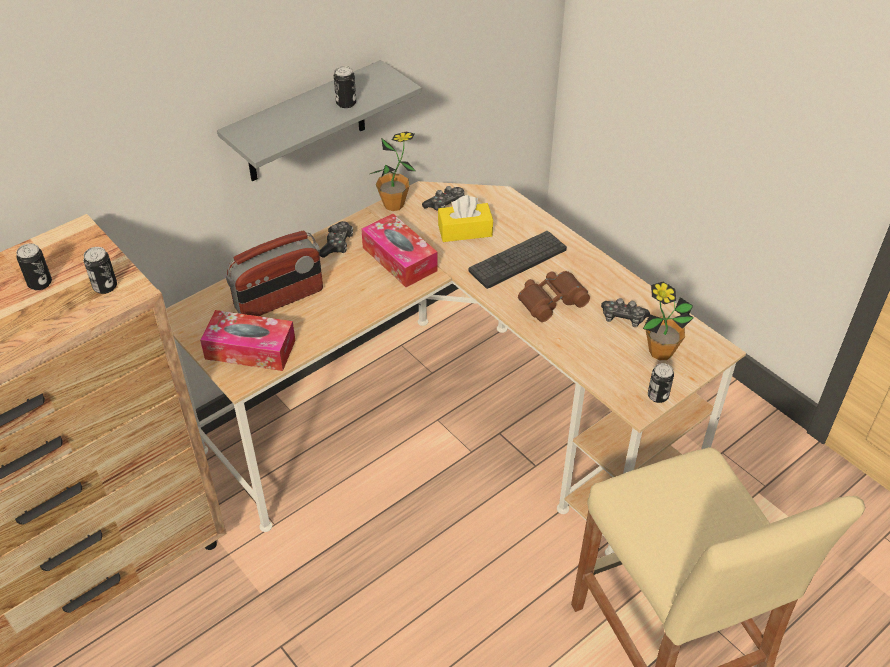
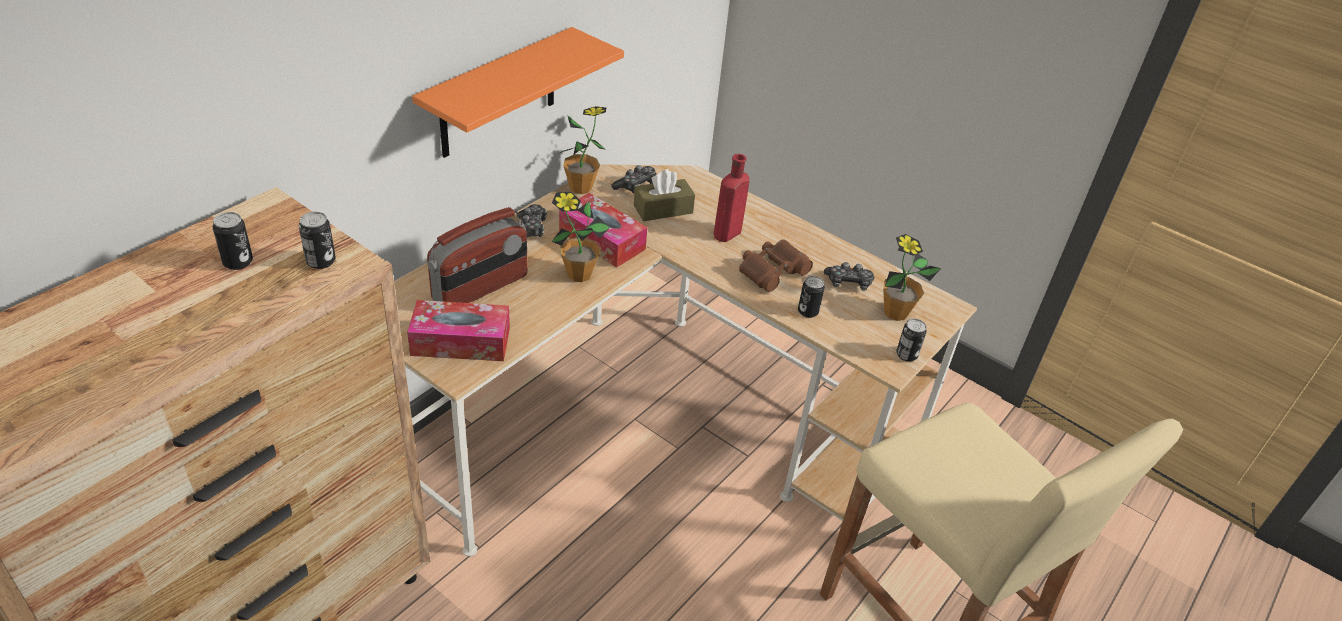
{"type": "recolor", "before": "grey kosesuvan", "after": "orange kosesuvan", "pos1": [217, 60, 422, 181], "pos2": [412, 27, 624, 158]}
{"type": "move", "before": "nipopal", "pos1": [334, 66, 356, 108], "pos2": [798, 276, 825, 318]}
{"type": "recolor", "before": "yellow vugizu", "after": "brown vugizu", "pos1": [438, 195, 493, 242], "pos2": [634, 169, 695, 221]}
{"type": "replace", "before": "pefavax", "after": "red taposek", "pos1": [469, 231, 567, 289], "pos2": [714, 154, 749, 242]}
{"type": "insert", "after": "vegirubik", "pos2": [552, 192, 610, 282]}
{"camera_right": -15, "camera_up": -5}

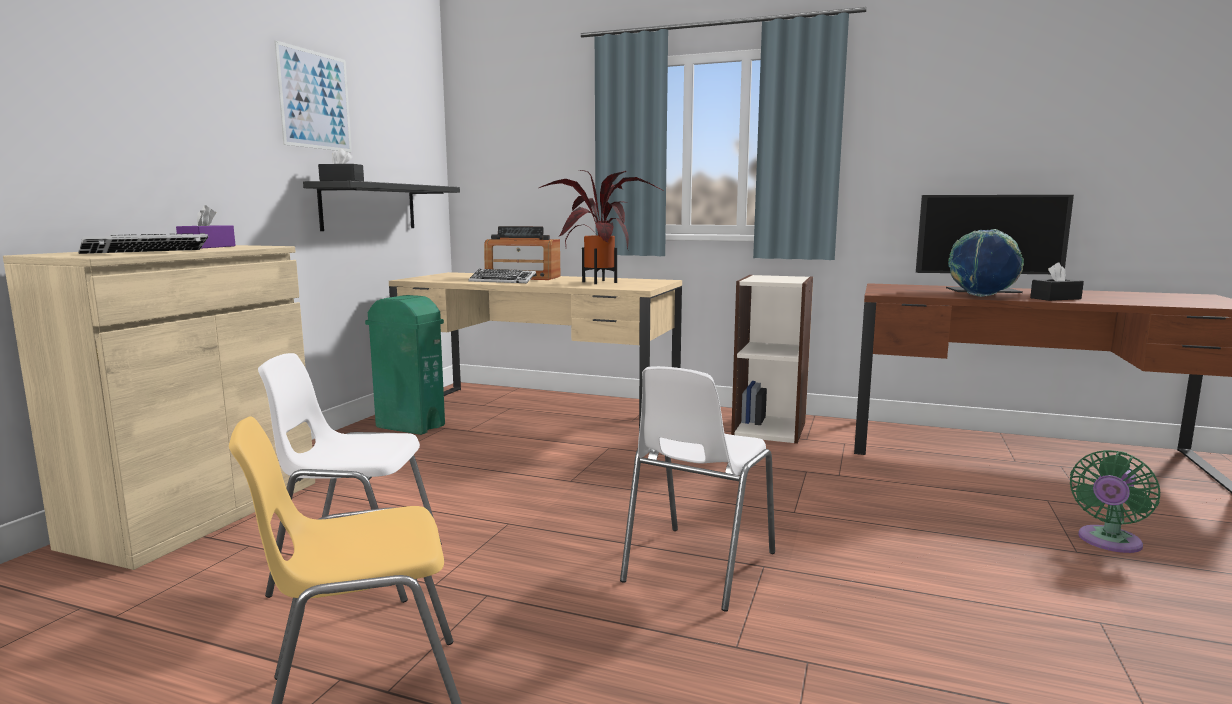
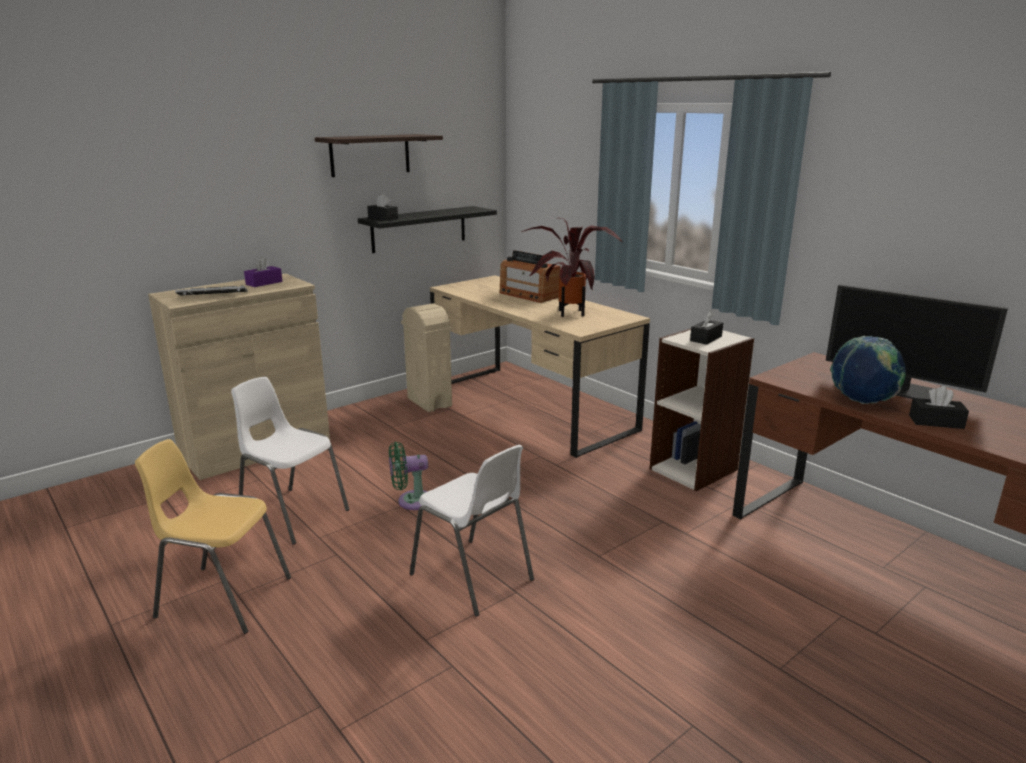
{"type": "replace", "before": "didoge", "after": "kosesuvan", "pos1": [274, 40, 352, 152], "pos2": [315, 134, 443, 177]}
{"type": "delete", "before": "pefavax", "pos1": [468, 269, 536, 283]}
{"type": "recolor", "before": "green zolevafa", "after": "beige zolevafa", "pos1": [365, 295, 445, 435], "pos2": [401, 303, 452, 412]}
{"type": "rotate", "before": "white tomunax", "pos1": [620, 366, 775, 611], "pos2": [410, 445, 534, 617], "turn": -105}
{"type": "move", "before": "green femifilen", "pos1": [1070, 450, 1160, 553], "pos2": [389, 442, 428, 510]}
{"type": "insert", "after": "black vugizu", "pos2": [690, 311, 723, 345]}
{"camera_right": 30, "camera_up": 10}

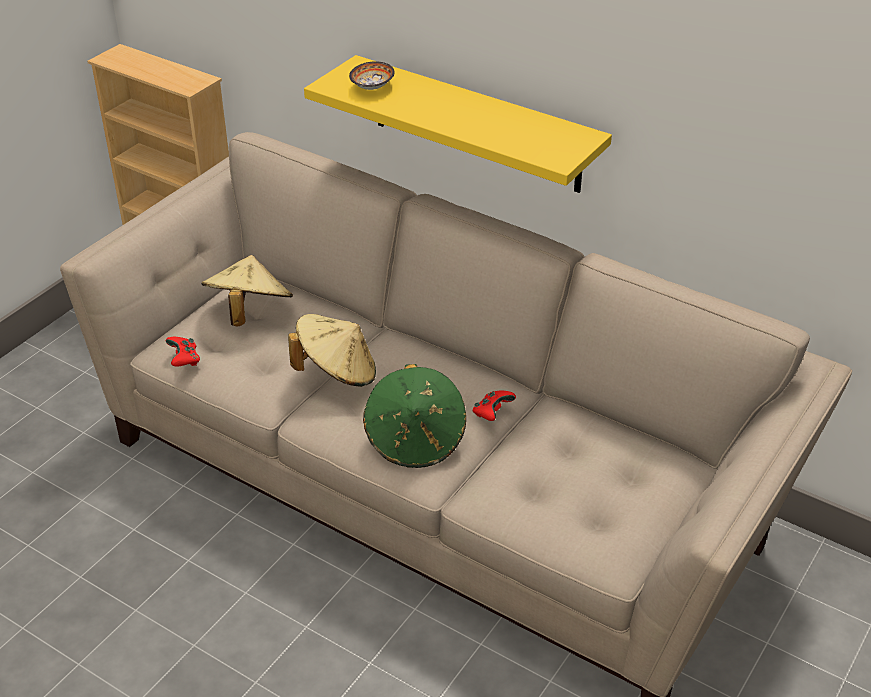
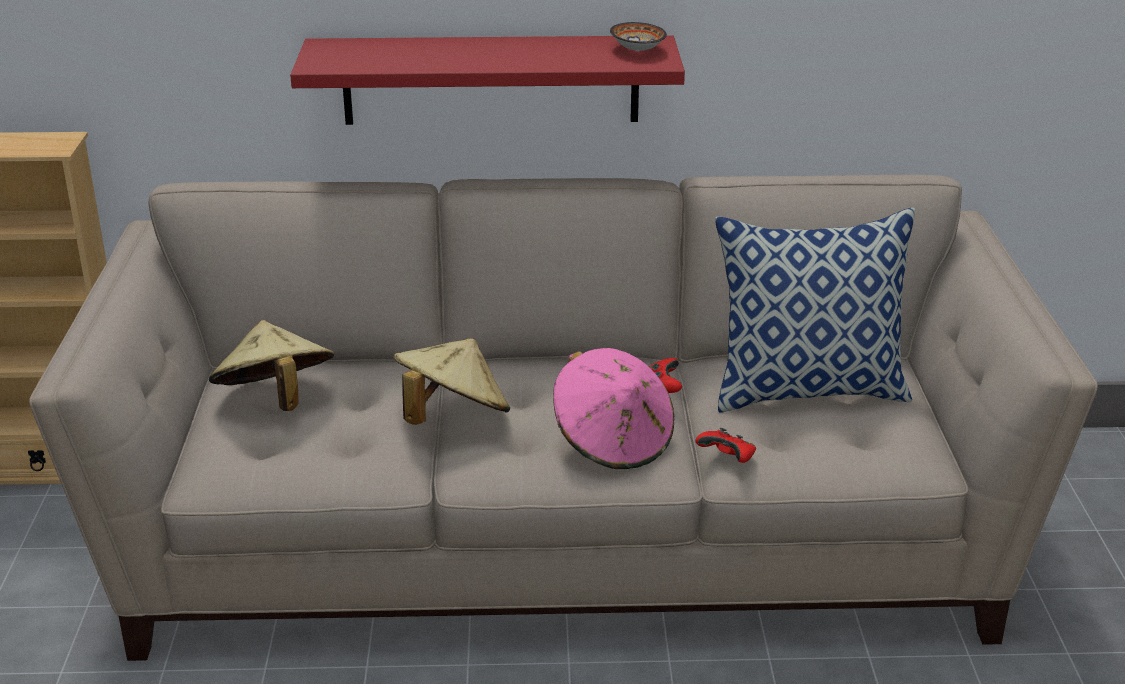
{"type": "recolor", "before": "yellow kosesuvan", "after": "red kosesuvan", "pos1": [304, 55, 612, 193], "pos2": [290, 35, 685, 125]}
{"type": "move", "before": "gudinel", "pos1": [349, 61, 395, 90], "pos2": [610, 22, 667, 51]}
{"type": "move", "before": "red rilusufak", "pos1": [166, 337, 200, 367], "pos2": [695, 428, 756, 463]}
{"type": "recolor", "before": "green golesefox", "after": "pink golesefox", "pos1": [363, 364, 466, 468], "pos2": [553, 348, 674, 469]}
{"type": "insert", "after": "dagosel", "pos2": [715, 208, 915, 413]}
{"camera_right": -35, "camera_up": -10}

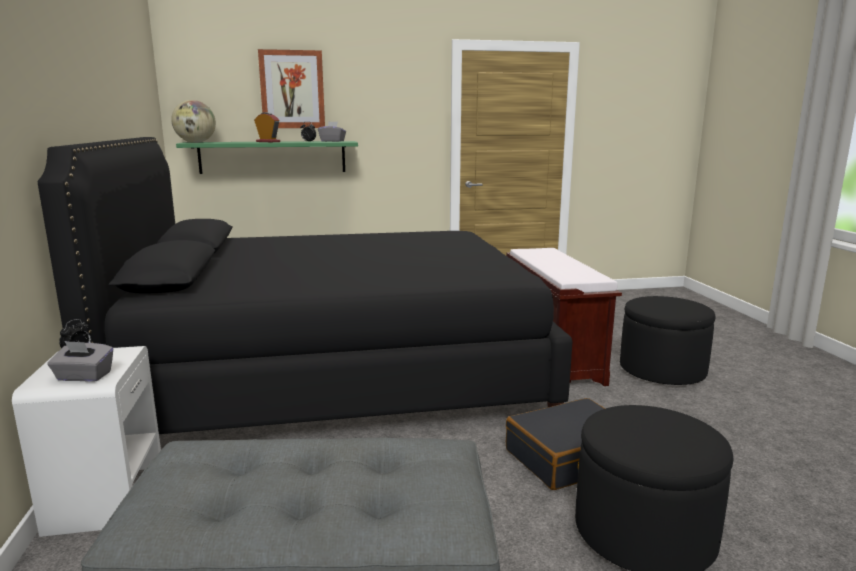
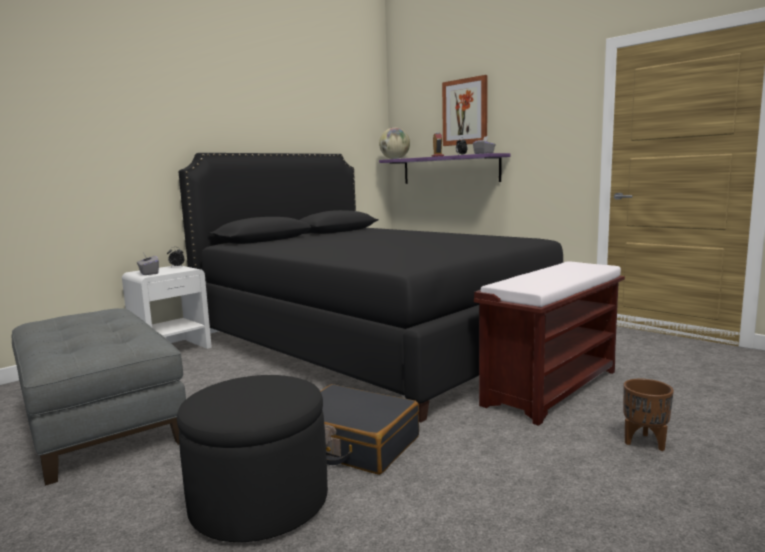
{"type": "recolor", "before": "green kosesuvan", "after": "purple kosesuvan", "pos1": [176, 141, 358, 174], "pos2": [379, 153, 511, 184]}
{"type": "replace", "before": "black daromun", "after": "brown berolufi", "pos1": [620, 296, 716, 385], "pos2": [624, 379, 674, 451]}
{"camera_right": 55, "camera_up": -5}

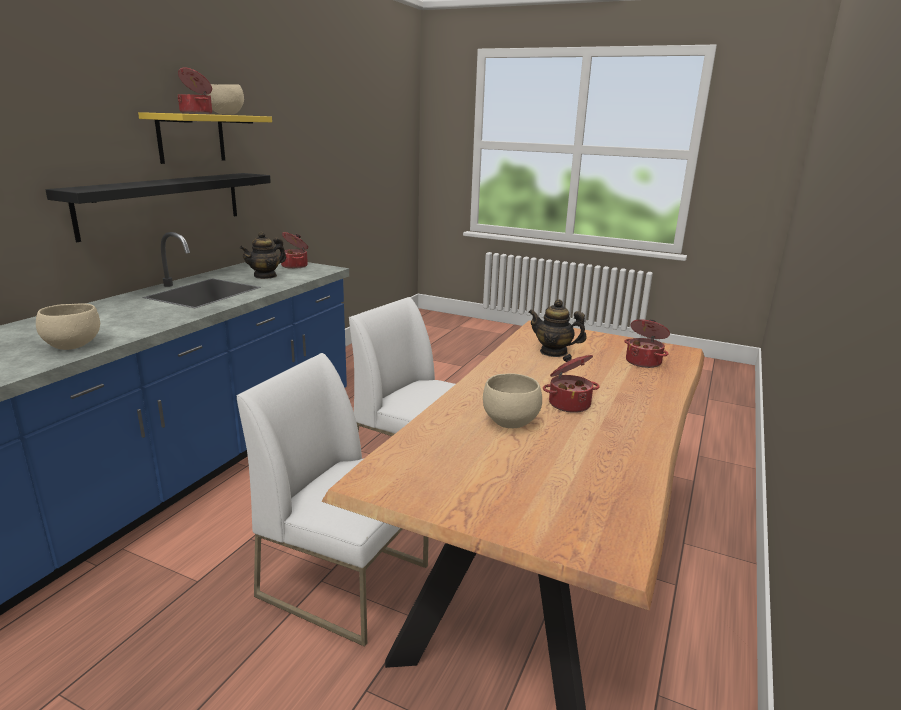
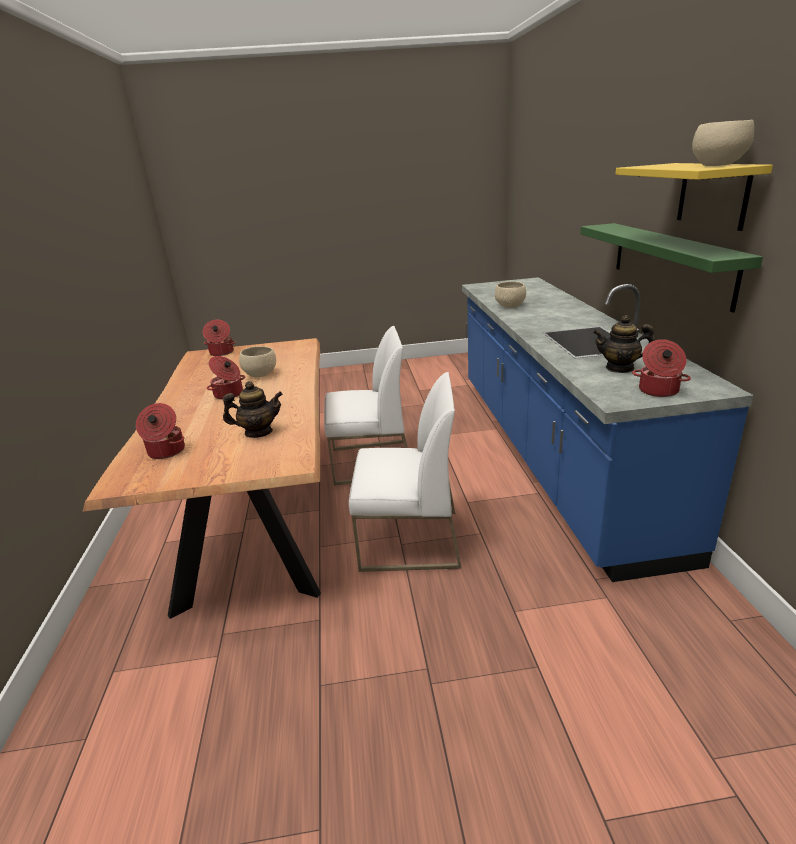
{"type": "move", "before": "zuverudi", "pos1": [177, 67, 212, 114], "pos2": [203, 320, 236, 356]}
{"type": "recolor", "before": "black kosesuvan", "after": "green kosesuvan", "pos1": [46, 173, 271, 242], "pos2": [580, 223, 763, 312]}
{"type": "rotate", "before": "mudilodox", "pos1": [240, 231, 286, 279], "pos2": [593, 315, 654, 373], "turn": -90}
{"camera_right": 150, "camera_up": 5}

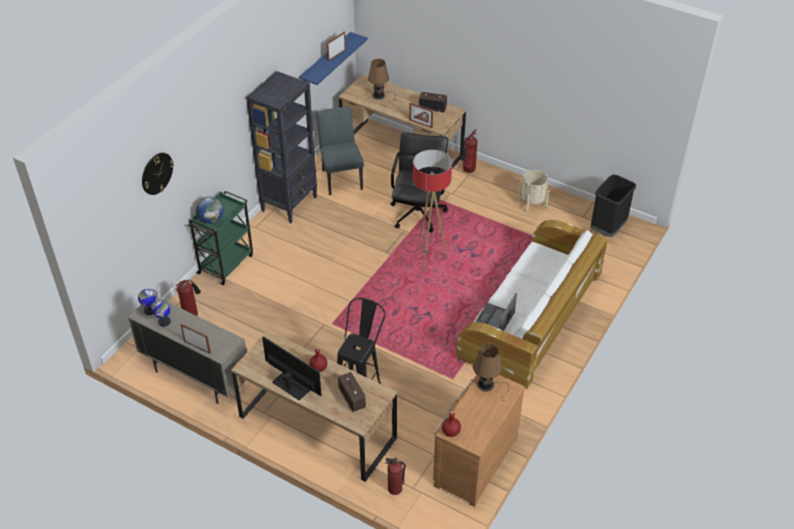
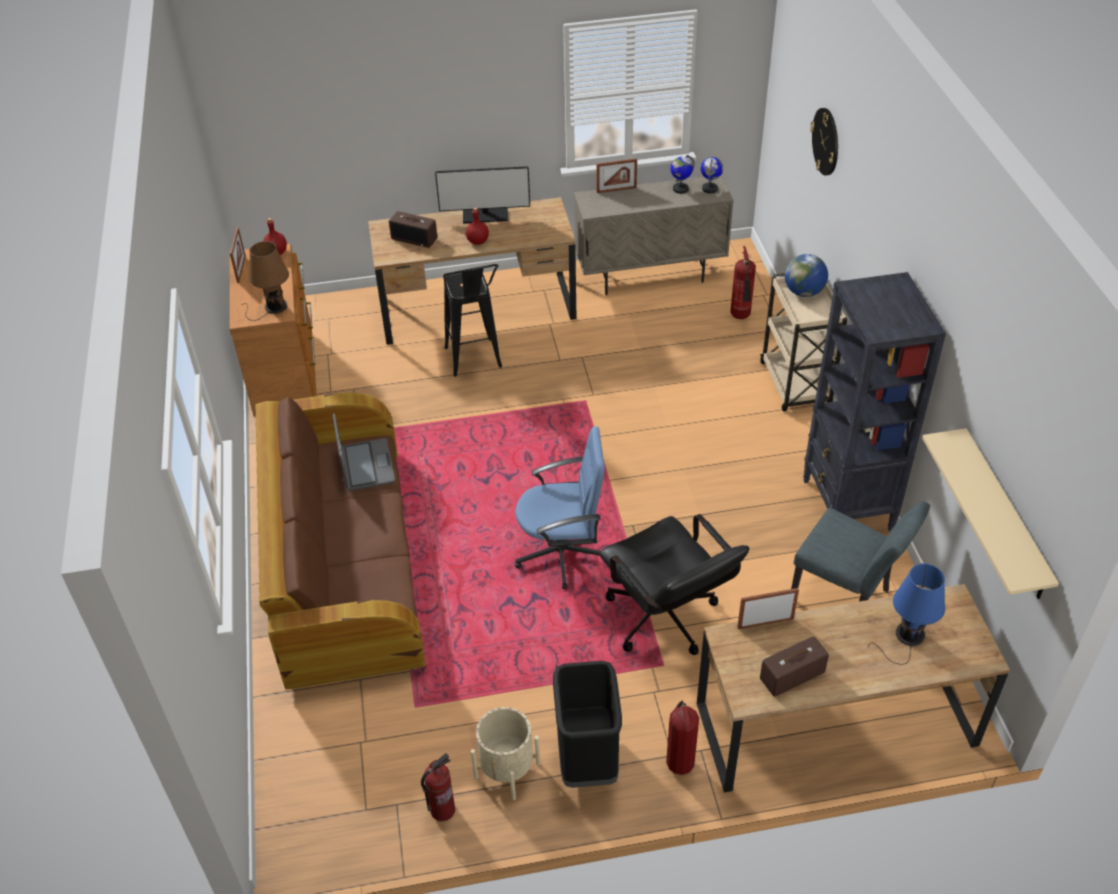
{"type": "recolor", "before": "blue kosesuvan", "after": "beige kosesuvan", "pos1": [299, 32, 368, 85], "pos2": [922, 428, 1059, 599]}
{"type": "move", "before": "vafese", "pos1": [326, 32, 346, 61], "pos2": [230, 227, 246, 283]}
{"type": "recolor", "before": "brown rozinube", "after": "blue rozinube", "pos1": [368, 59, 395, 100], "pos2": [868, 563, 945, 665]}
{"type": "replace", "before": "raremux", "after": "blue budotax", "pos1": [413, 150, 452, 272], "pos2": [515, 427, 605, 590]}
{"type": "move", "before": "black zolevafa", "pos1": [590, 174, 636, 237], "pos2": [553, 661, 622, 788]}
{"type": "recolor", "before": "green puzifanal", "after": "beige puzifanal", "pos1": [188, 191, 253, 285], "pos2": [760, 273, 847, 411]}
{"type": "recolor", "before": "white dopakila", "after": "brown dopakila", "pos1": [456, 220, 608, 389], "pos2": [256, 393, 426, 689]}
{"type": "move", "before": "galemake", "pos1": [385, 458, 406, 495], "pos2": [421, 753, 455, 821]}
{"camera_right": 140, "camera_up": 0}

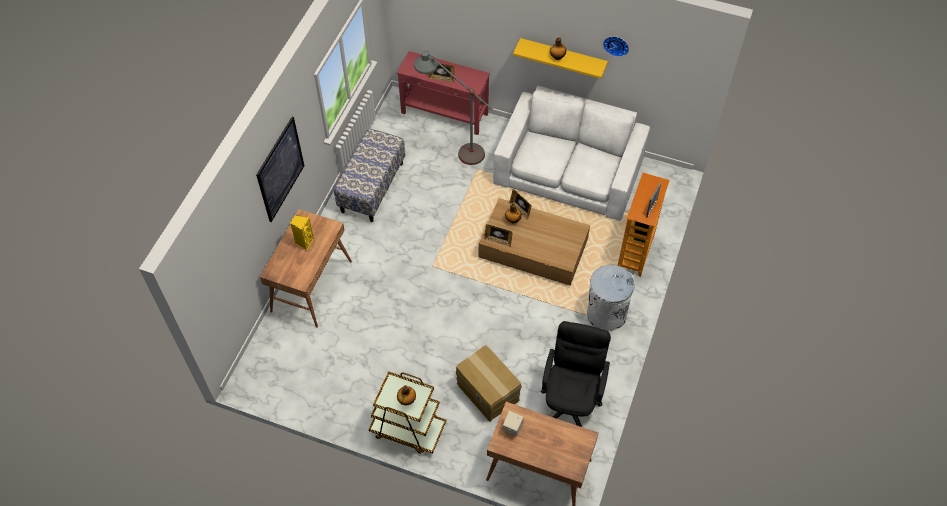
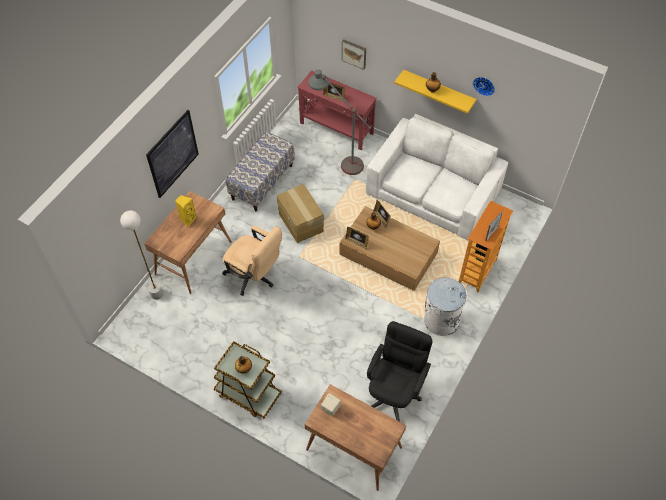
{"type": "move", "before": "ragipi", "pos1": [456, 345, 522, 422], "pos2": [277, 184, 324, 243]}
{"type": "insert", "after": "didoge", "pos2": [342, 39, 366, 70]}
{"type": "insert", "after": "white raremux", "pos2": [120, 210, 163, 300]}
{"type": "insert", "after": "beige budotax", "pos2": [222, 226, 282, 296]}
{"camera_right": 10, "camera_up": 0}

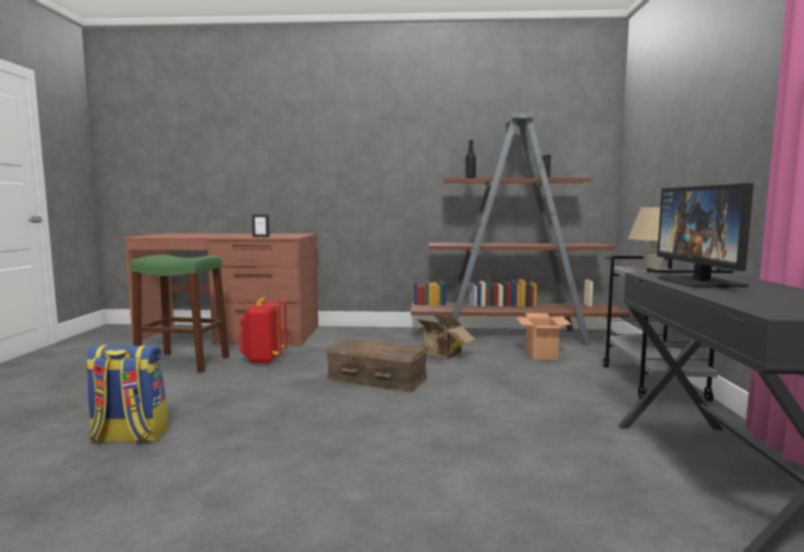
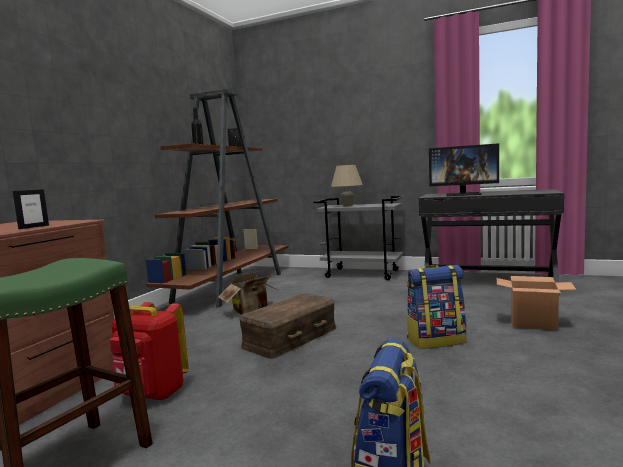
{"type": "move", "before": "ragipi", "pos1": [516, 313, 572, 360], "pos2": [497, 276, 576, 330]}
{"type": "insert", "after": "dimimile", "pos2": [407, 265, 466, 349]}
{"camera_right": -70, "camera_up": 0}

